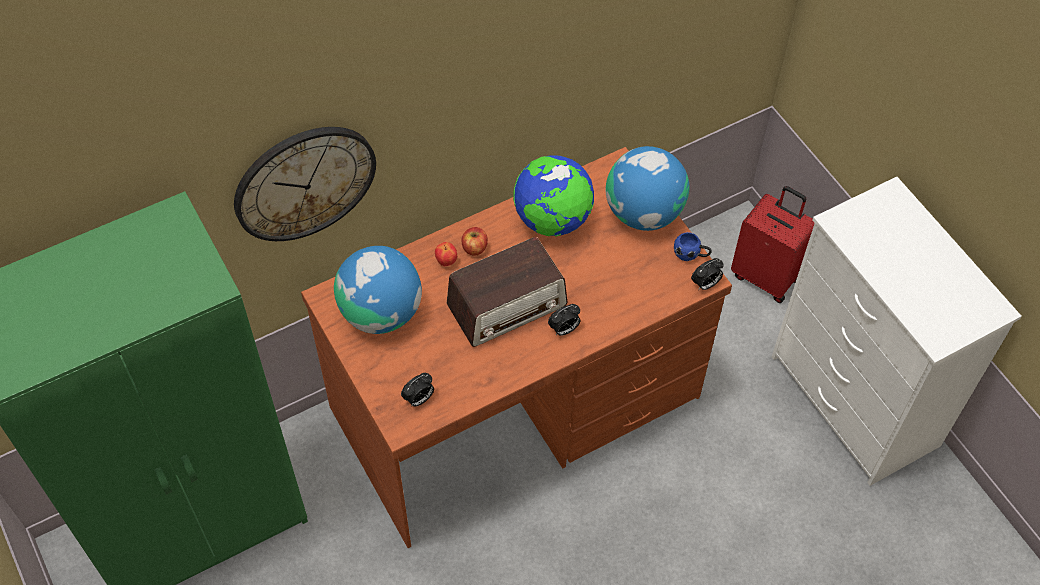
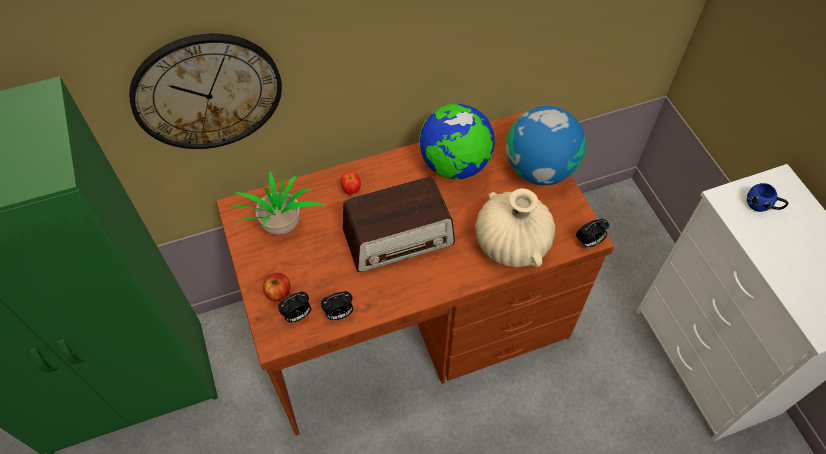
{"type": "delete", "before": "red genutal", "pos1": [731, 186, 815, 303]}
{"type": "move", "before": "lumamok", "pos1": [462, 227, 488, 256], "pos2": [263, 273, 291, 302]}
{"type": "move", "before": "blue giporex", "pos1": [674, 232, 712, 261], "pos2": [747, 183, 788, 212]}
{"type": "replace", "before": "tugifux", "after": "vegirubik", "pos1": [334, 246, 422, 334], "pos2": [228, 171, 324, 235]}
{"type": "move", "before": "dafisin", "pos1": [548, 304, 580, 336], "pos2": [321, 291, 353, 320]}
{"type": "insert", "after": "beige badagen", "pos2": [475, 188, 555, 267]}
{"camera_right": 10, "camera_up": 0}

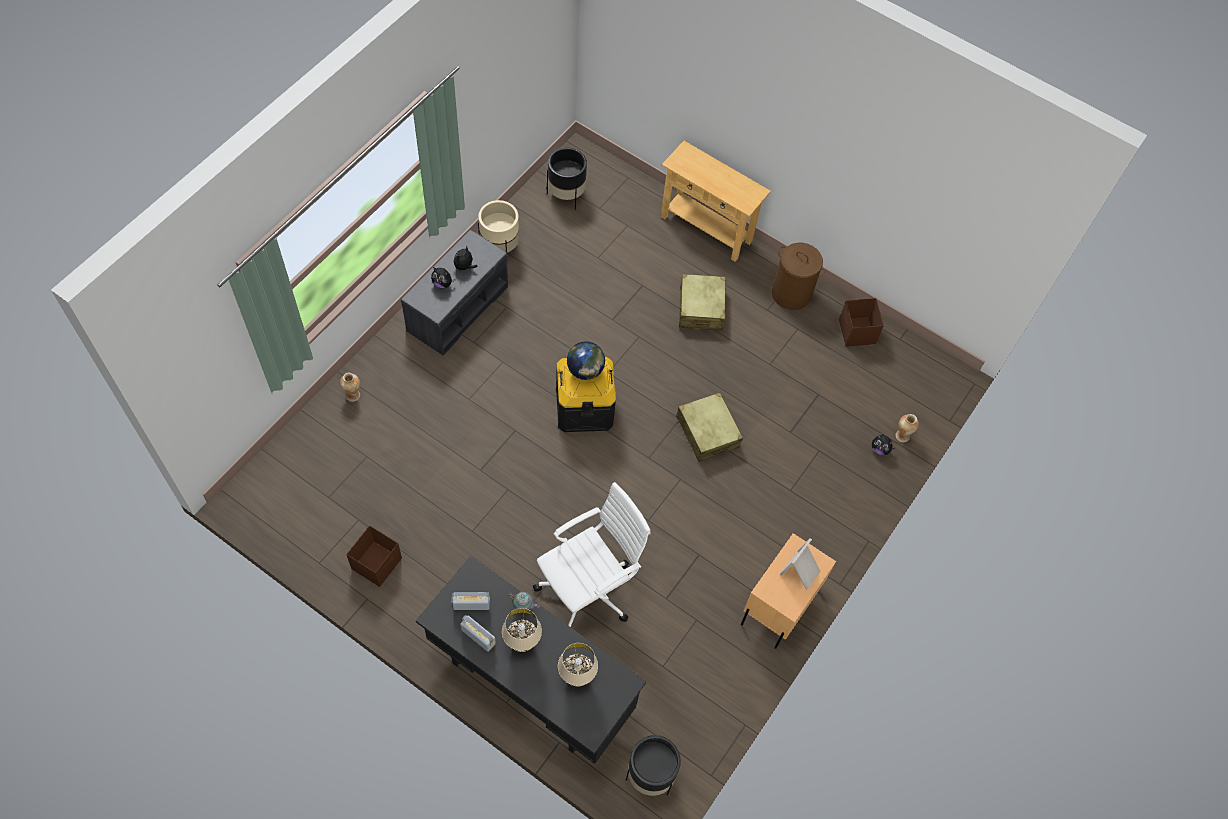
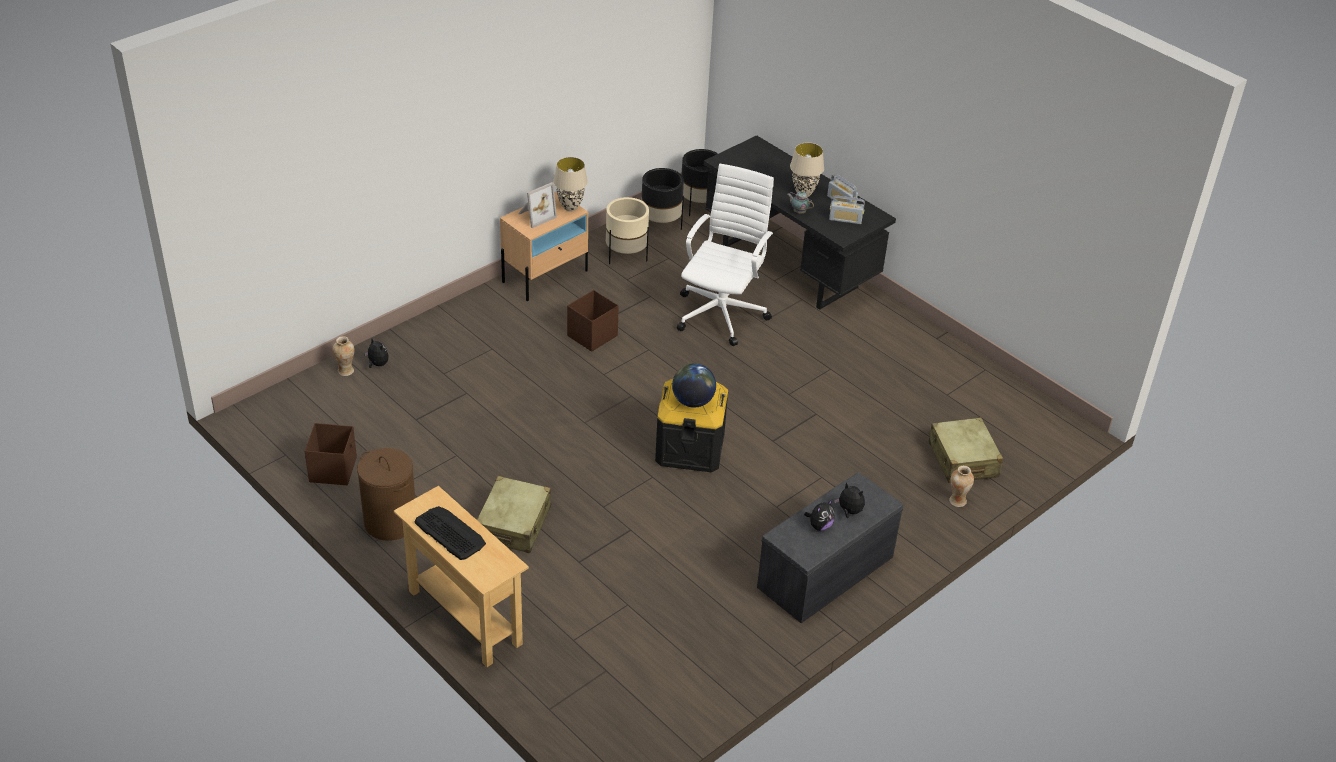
{"type": "move", "before": "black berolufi", "pos1": [547, 147, 587, 210], "pos2": [641, 168, 684, 230]}
{"type": "move", "before": "beige berolufi", "pos1": [478, 200, 519, 253], "pos2": [606, 197, 649, 264]}
{"type": "move", "before": "beige genutal", "pos1": [676, 392, 743, 462], "pos2": [929, 417, 1003, 483]}
{"type": "rotate", "before": "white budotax", "pos1": [533, 482, 651, 627], "pos2": [677, 164, 774, 346], "turn": 135}
{"type": "move", "before": "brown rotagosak", "pos1": [346, 526, 402, 587], "pos2": [567, 290, 619, 352]}
{"type": "move", "before": "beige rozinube", "pos1": [558, 643, 598, 687], "pos2": [553, 157, 588, 211]}
{"type": "insert", "after": "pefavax", "pos2": [415, 506, 486, 560]}
{"camera_right": -165, "camera_up": -20}

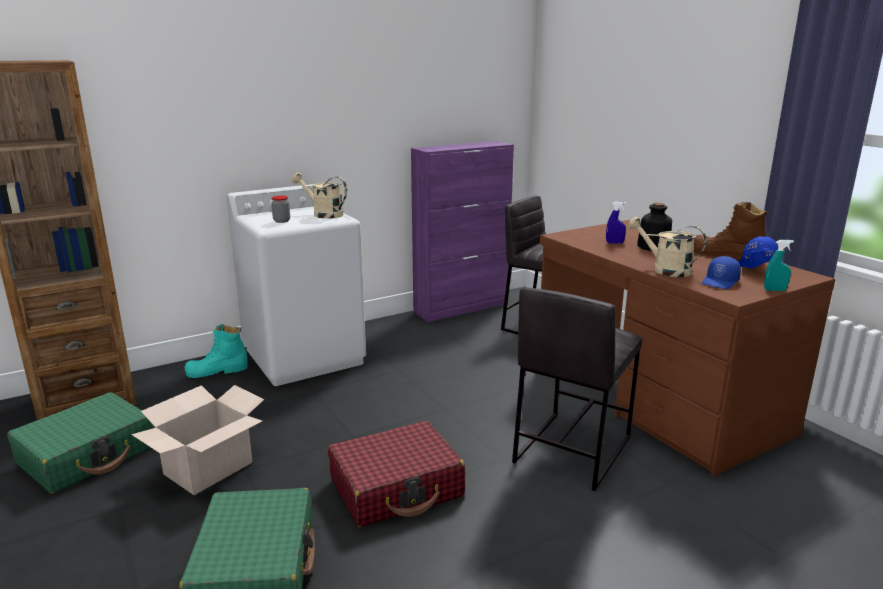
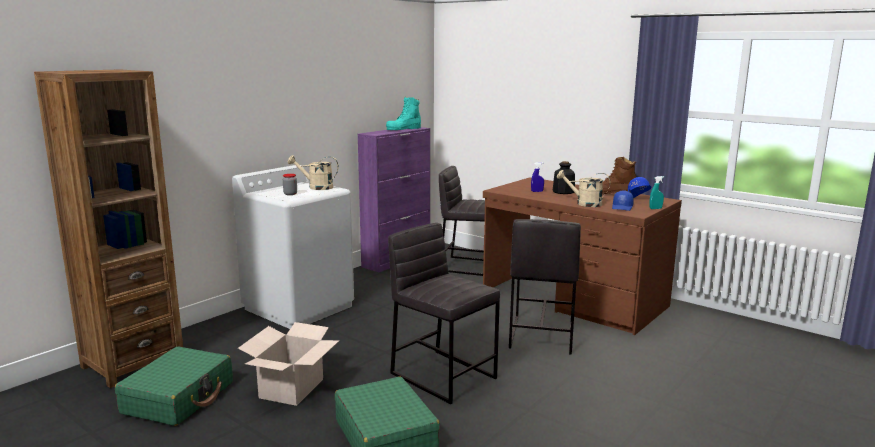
{"type": "move", "before": "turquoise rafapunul", "pos1": [185, 324, 248, 378], "pos2": [386, 97, 421, 130]}
{"type": "replace", "before": "red genutal", "after": "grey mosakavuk", "pos1": [328, 421, 465, 527], "pos2": [388, 223, 500, 404]}
{"camera_right": -20, "camera_up": -5}

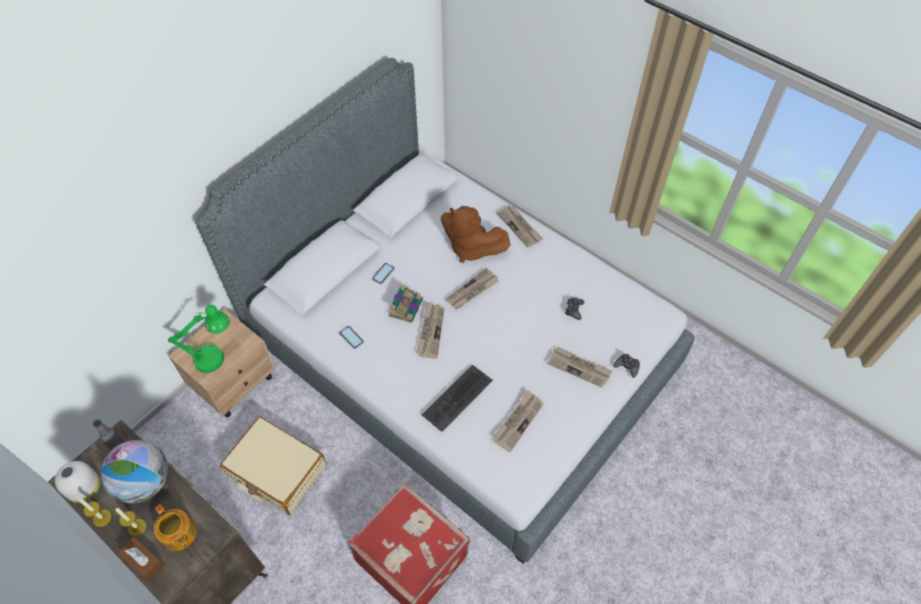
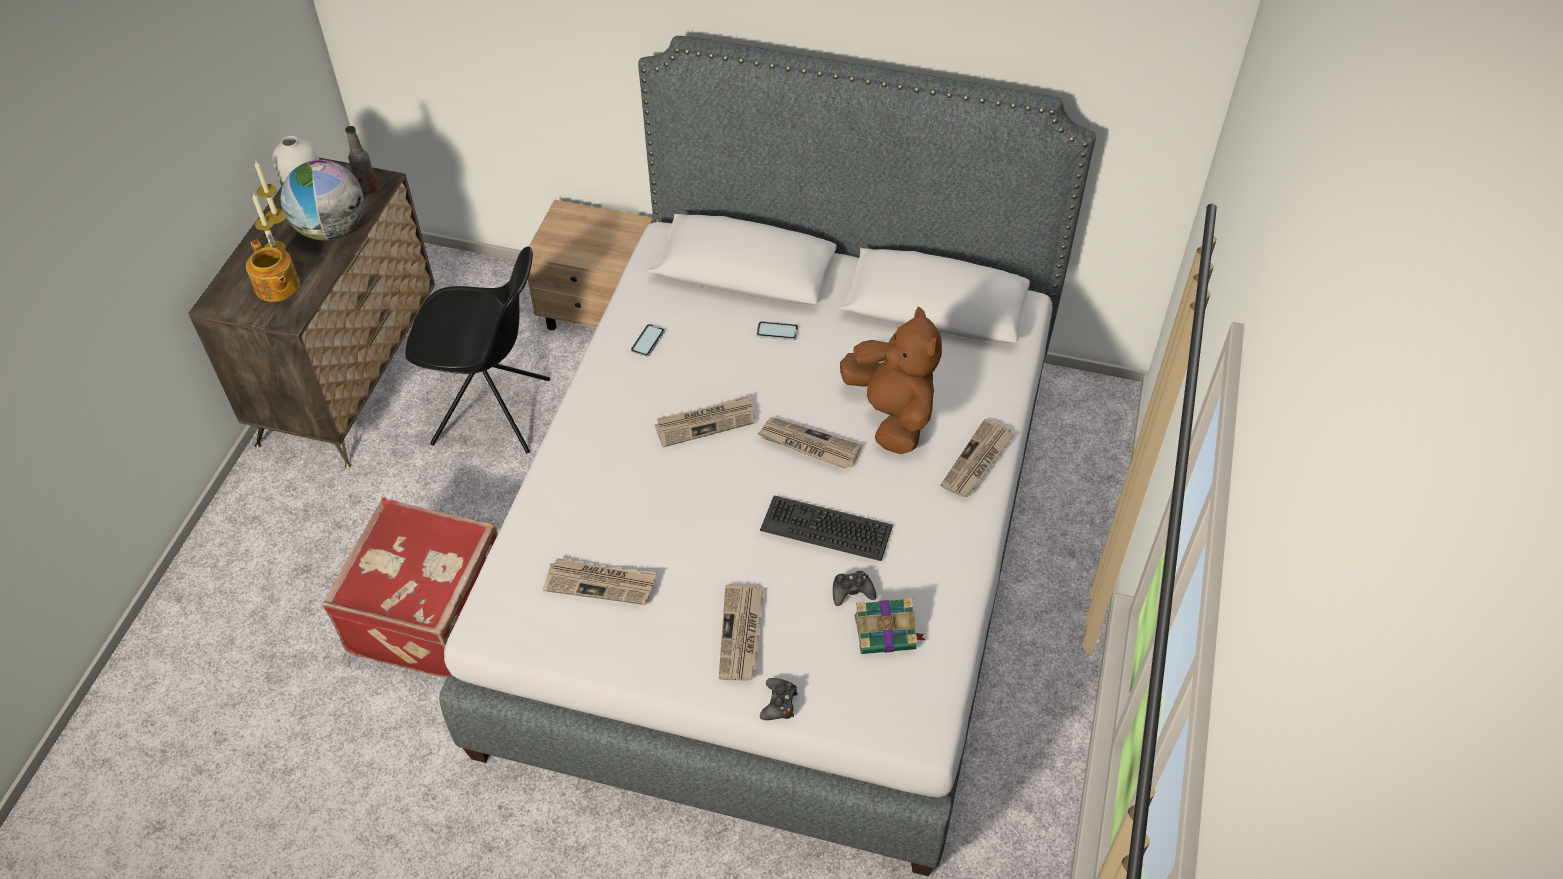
{"type": "rotate", "before": "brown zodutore", "pos1": [441, 206, 510, 263], "pos2": [840, 307, 942, 454], "turn": 150}
{"type": "move", "before": "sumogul", "pos1": [389, 285, 423, 323], "pos2": [855, 598, 926, 654]}
{"type": "delete", "before": "green rozinube", "pos1": [168, 305, 230, 373]}
{"type": "move", "before": "pefavax", "pos1": [421, 365, 493, 432], "pos2": [760, 496, 893, 561]}
{"type": "replace", "before": "beige genutal", "after": "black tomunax", "pos1": [220, 417, 327, 515], "pos2": [405, 247, 550, 453]}
{"type": "rotate", "before": "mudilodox", "pos1": [154, 504, 197, 551], "pos2": [246, 239, 300, 302], "turn": -60}
{"type": "delete", "before": "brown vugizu", "pos1": [118, 537, 165, 581]}
{"camera_right": 65, "camera_up": -5}

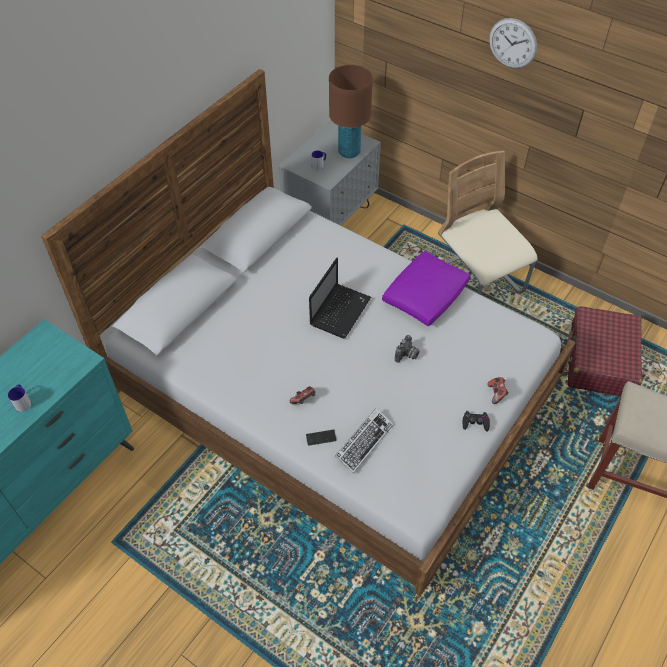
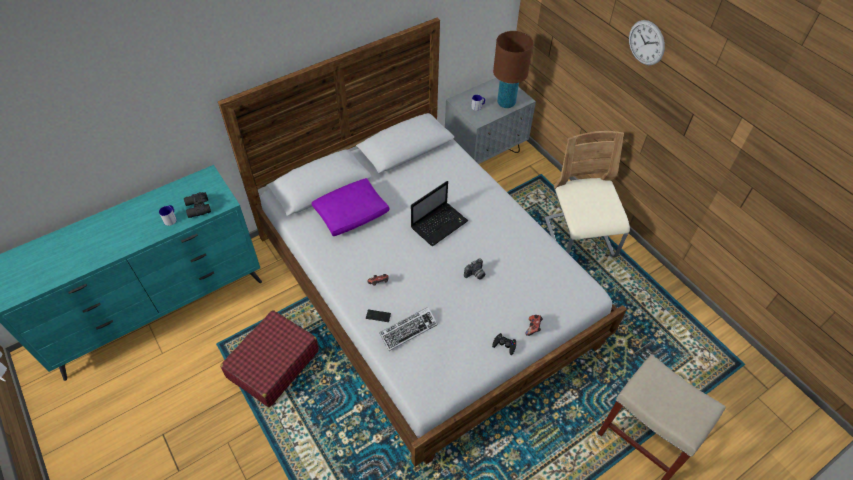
{"type": "move", "before": "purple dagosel", "pos1": [382, 251, 471, 326], "pos2": [311, 178, 390, 236]}
{"type": "move", "before": "red genutal", "pos1": [567, 306, 642, 396], "pos2": [220, 310, 319, 407]}
{"type": "insert", "after": "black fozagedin", "pos2": [184, 192, 211, 218]}
{"camera_right": 20, "camera_up": 0}

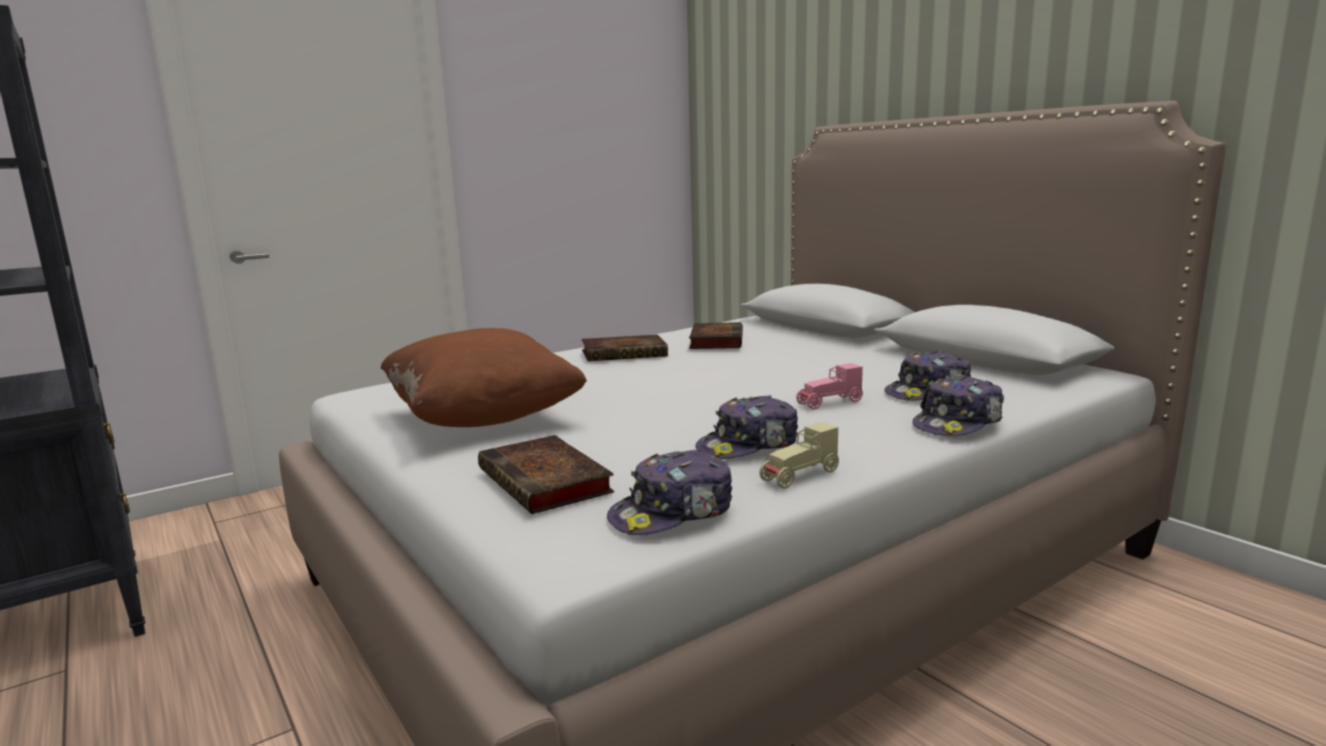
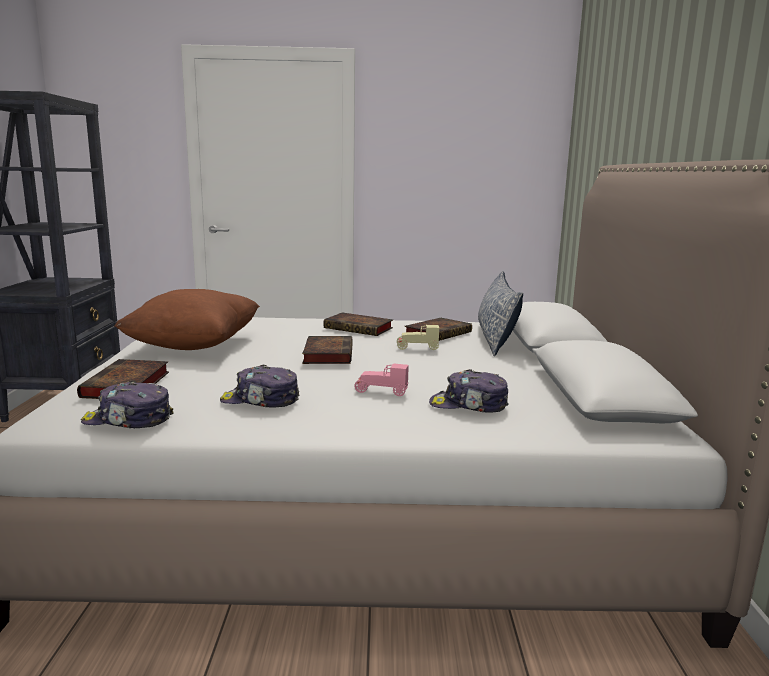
{"type": "delete", "before": "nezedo", "pos1": [912, 375, 1004, 436]}
{"type": "move", "before": "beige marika", "pos1": [760, 422, 839, 489], "pos2": [397, 325, 439, 350]}
{"type": "insert", "after": "dagosel", "pos2": [478, 271, 523, 356]}
{"type": "insert", "after": "sumogul", "pos2": [302, 336, 353, 364]}
{"camera_right": 35, "camera_up": 0}

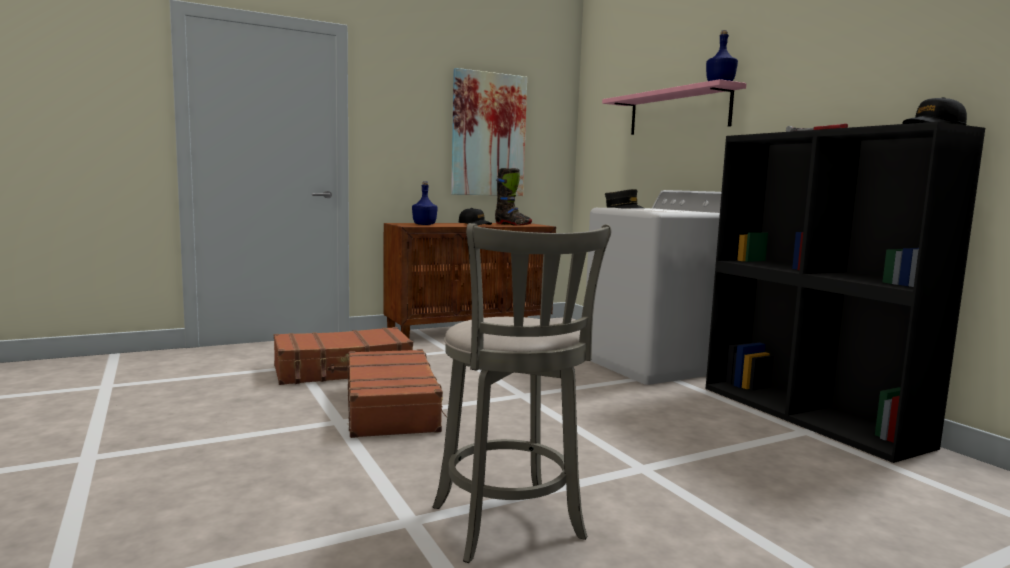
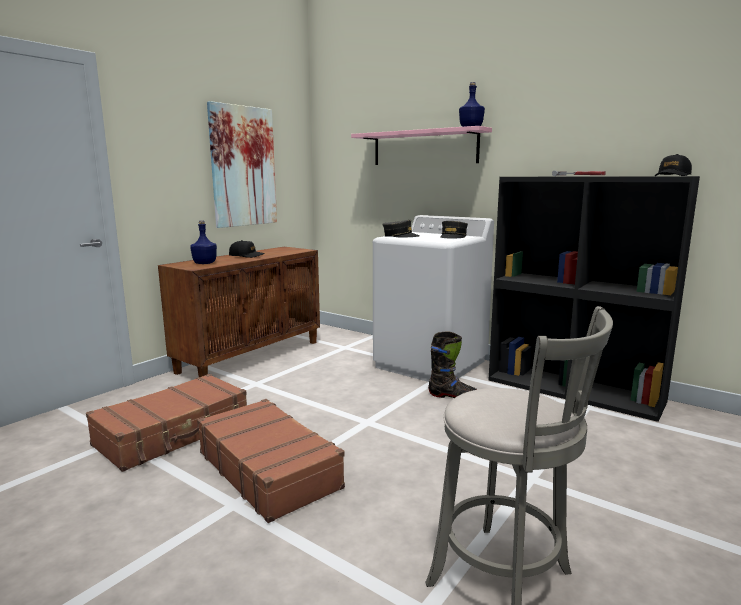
{"type": "move", "before": "black rafapunul", "pos1": [495, 168, 532, 225], "pos2": [428, 332, 477, 398]}
{"type": "insert", "after": "grey nezedo", "pos2": [440, 221, 468, 238]}
{"camera_right": -25, "camera_up": 5}

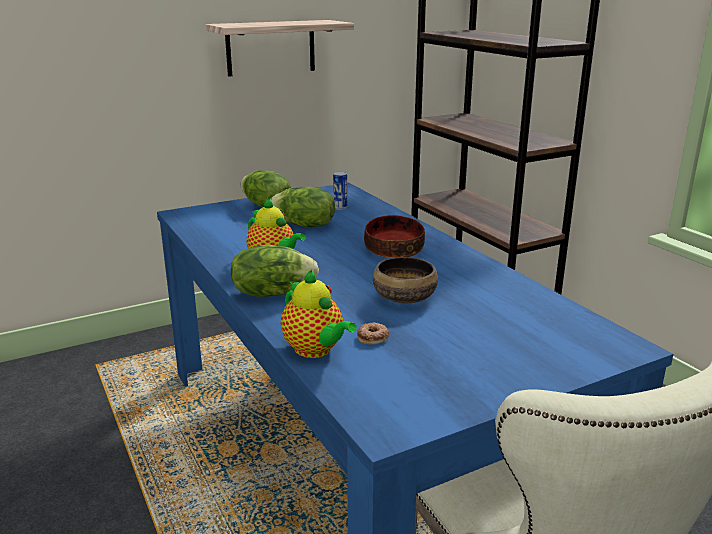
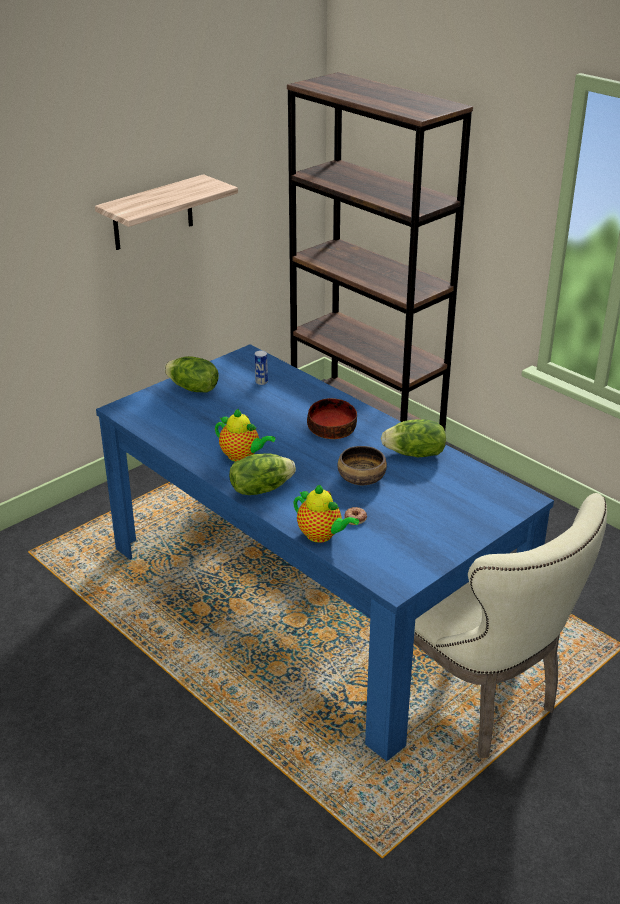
{"type": "move", "before": "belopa", "pos1": [270, 187, 335, 227], "pos2": [381, 419, 446, 457]}
{"camera_right": -15, "camera_up": 10}

